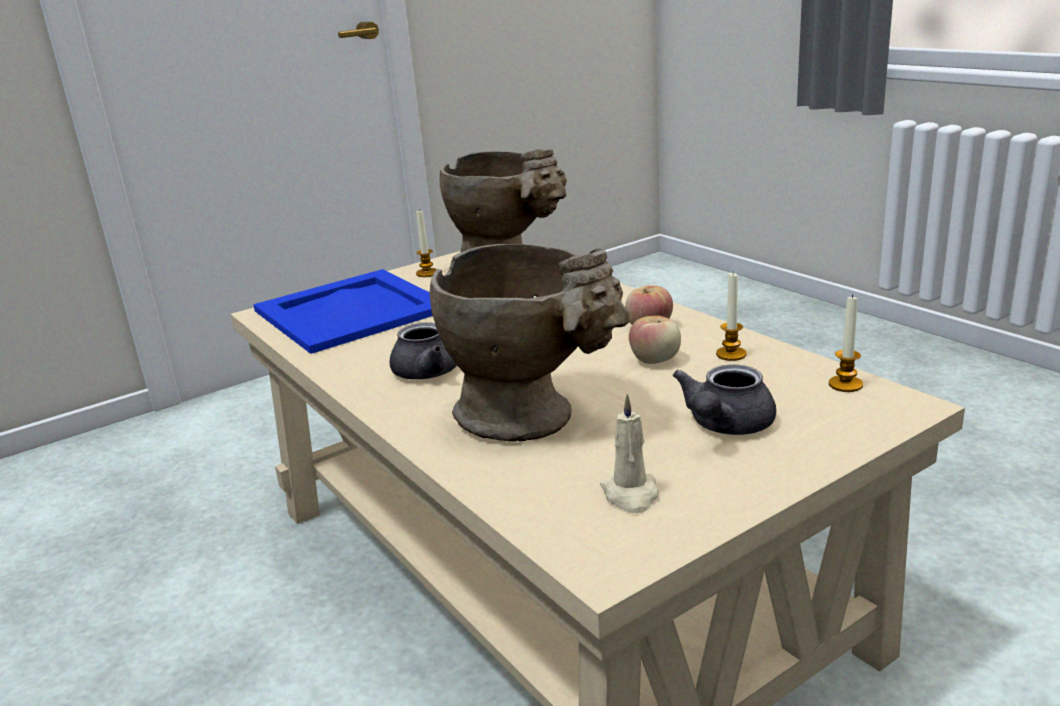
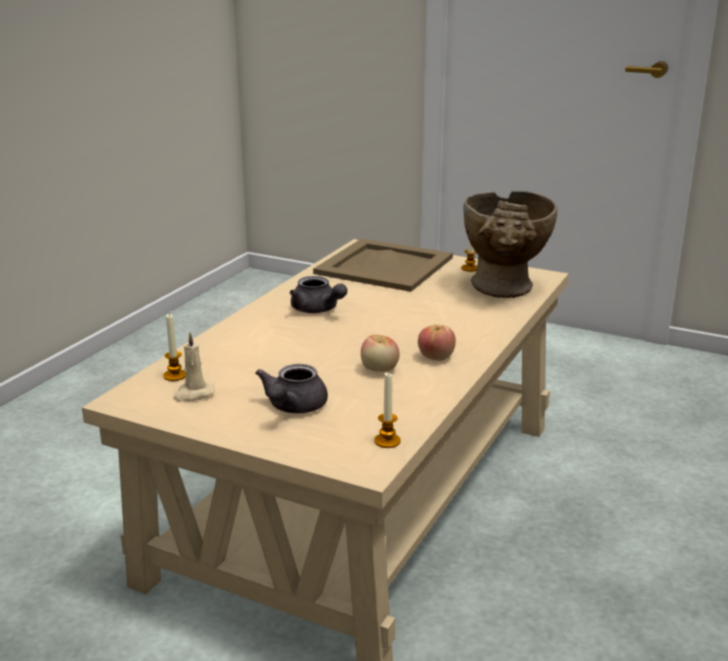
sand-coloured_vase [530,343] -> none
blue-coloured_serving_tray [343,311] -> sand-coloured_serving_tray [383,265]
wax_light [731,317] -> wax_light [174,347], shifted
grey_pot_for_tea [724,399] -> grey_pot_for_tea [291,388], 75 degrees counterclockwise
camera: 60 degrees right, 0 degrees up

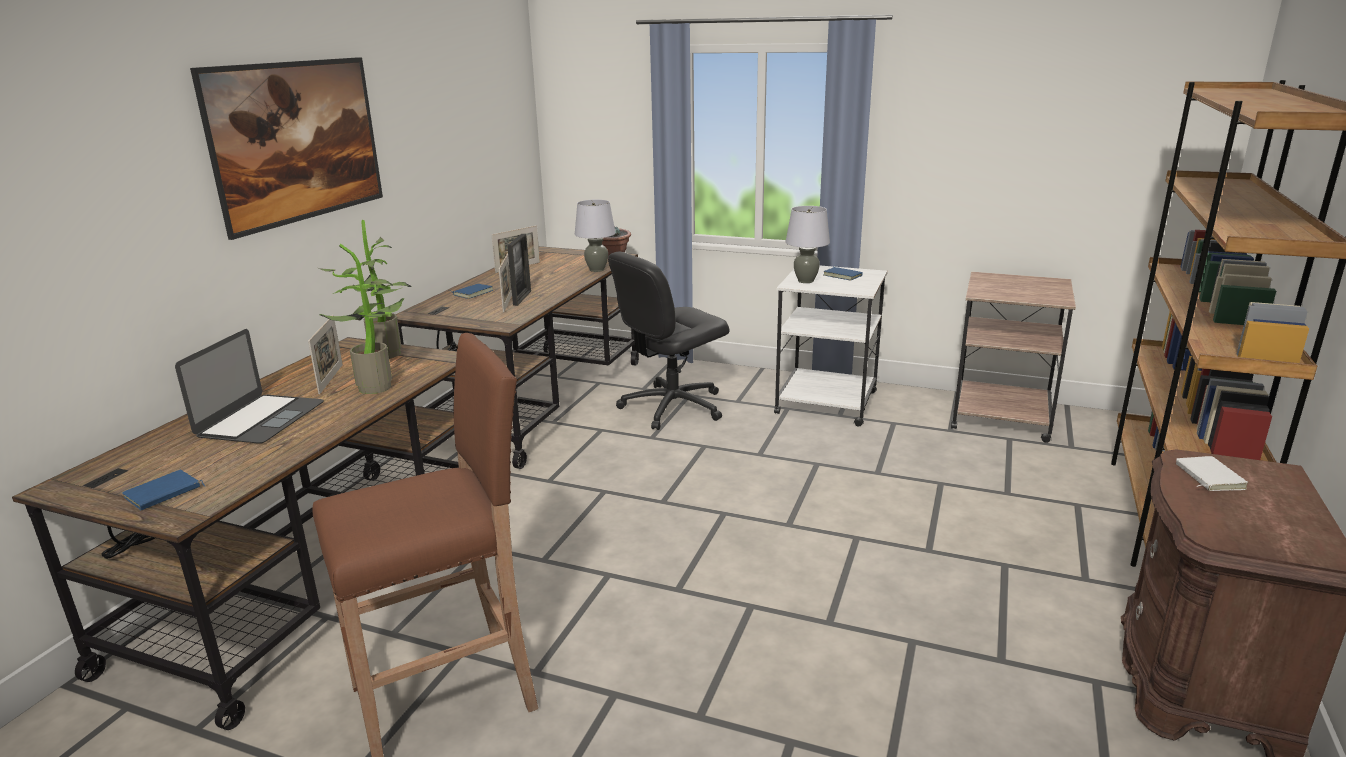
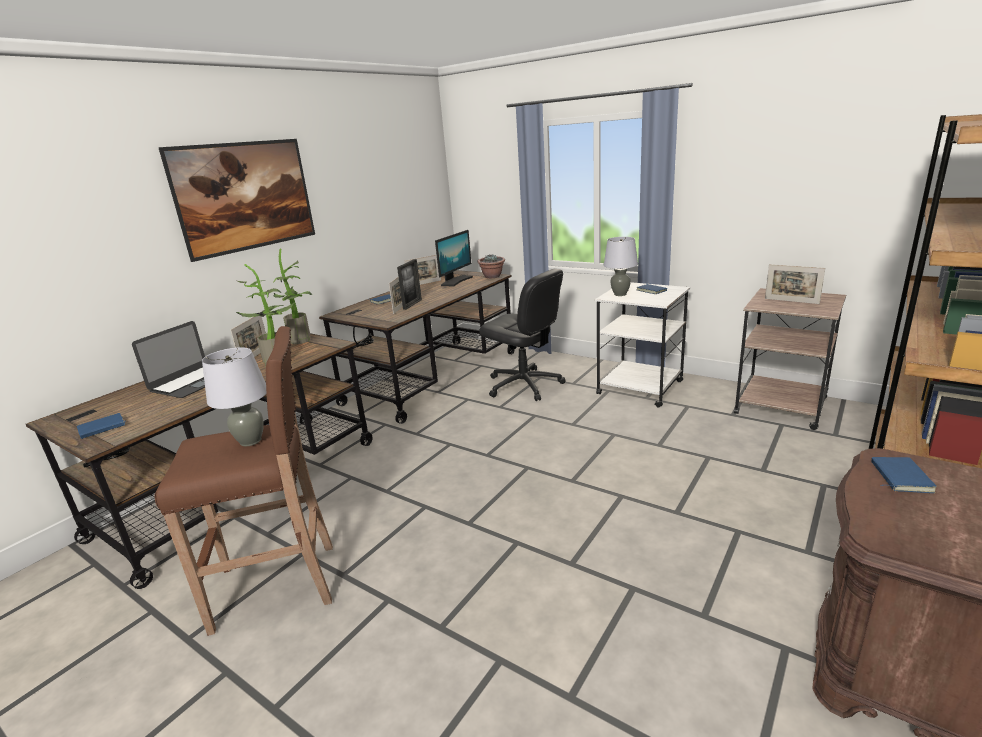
grey_table_lamp [595,236] -> grey_table_lamp [234,396], shifted
blackish_office_chair [669,341] -> blackish_office_chair [522,335], 120 degrees counterclockwise
white-coloured_book [1212,473] -> blue-coloured_book [904,475]
none -> computer_screen [454,258]
none -> standing_frame [795,284]
camera: 15 degrees right, 0 degrees up

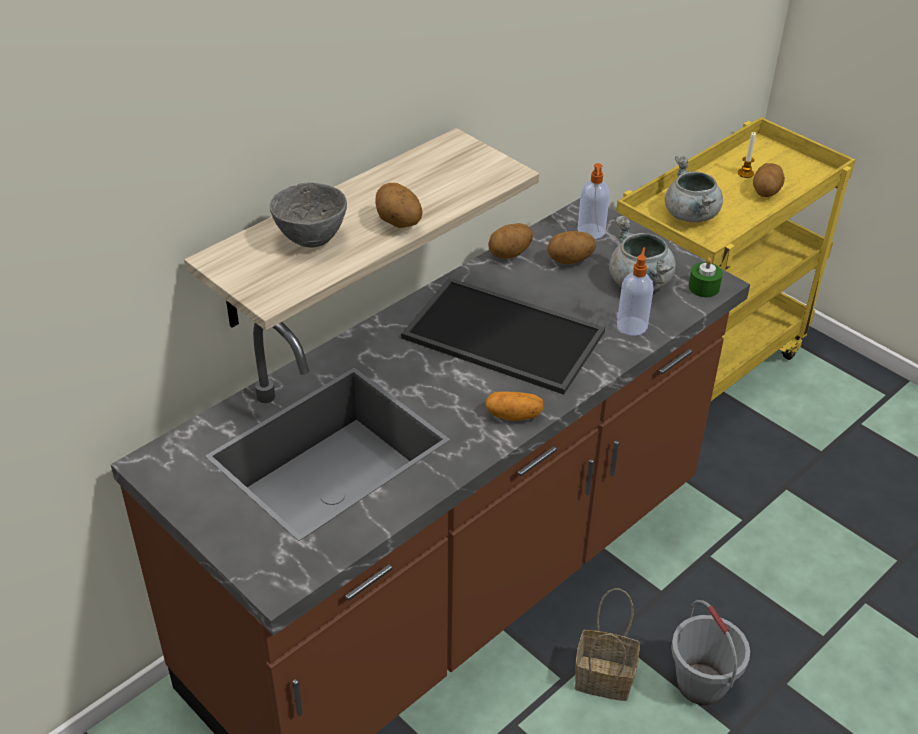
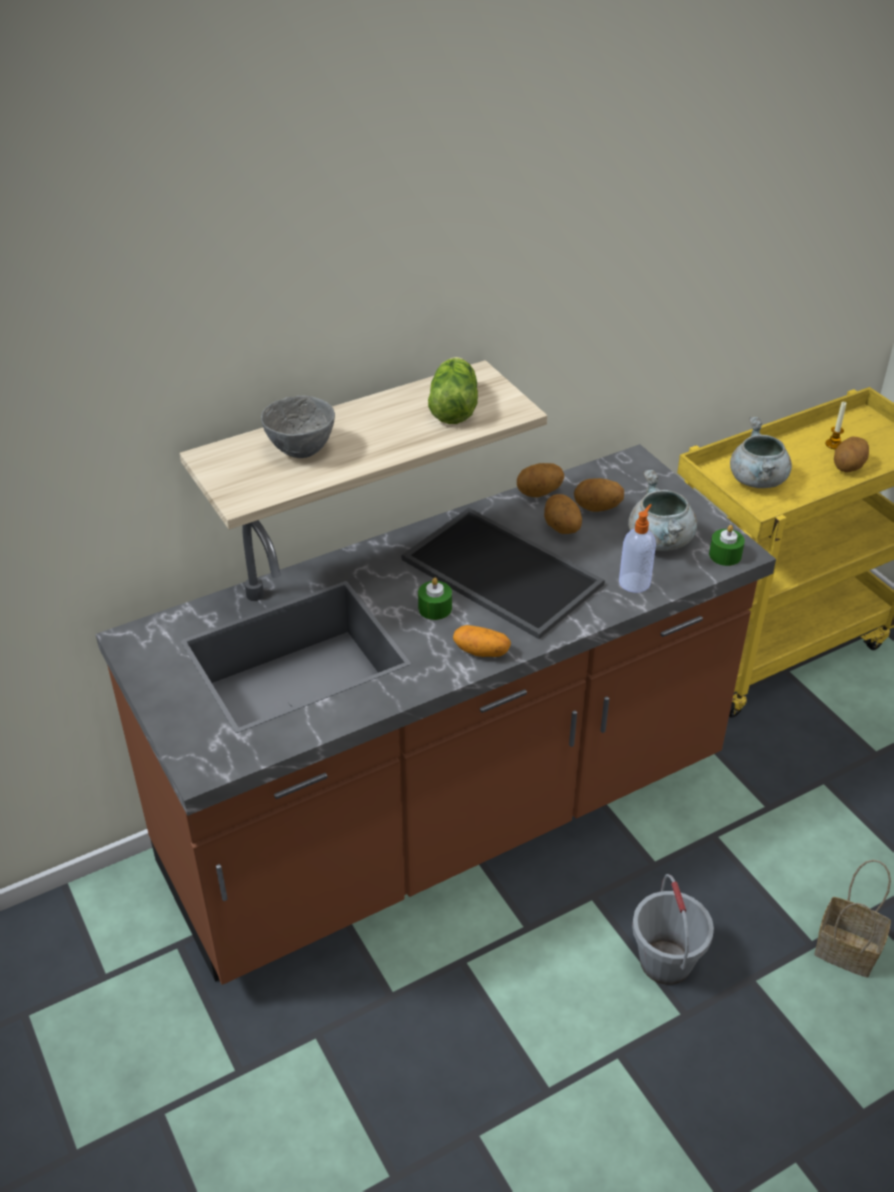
soap_bottle [593,201] -> none
spud [398,205] -> spud [563,514], shifted
basket [607,644] -> basket [852,918], shifted
none -> lettuce_head [453,390]
none -> greenish_wax_light [435,598]
camera: 15 degrees right, 0 degrees up

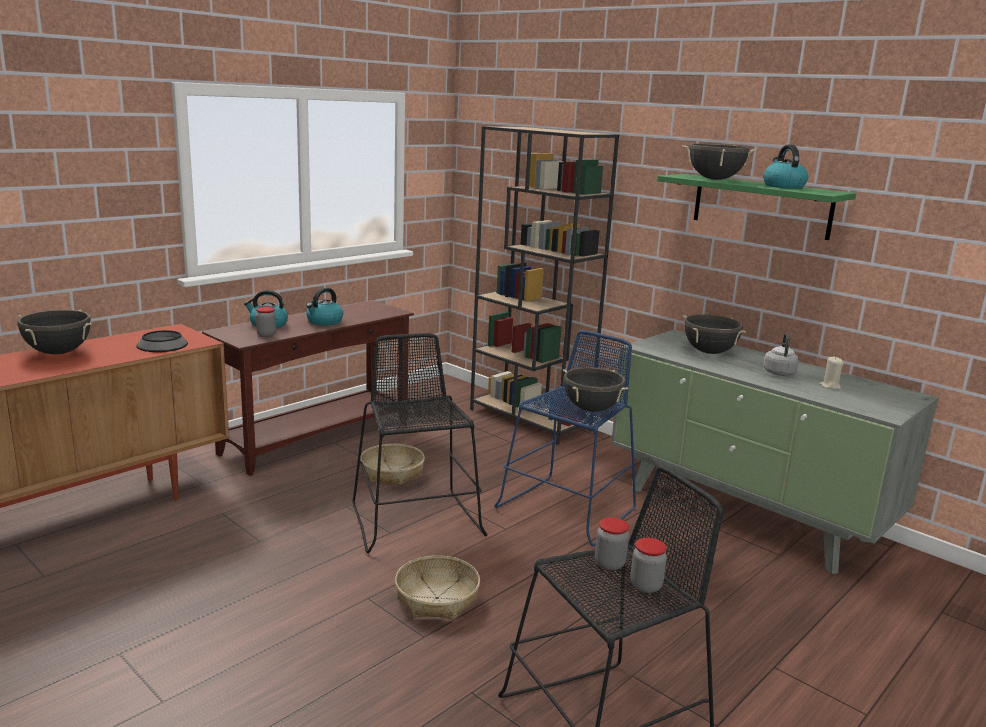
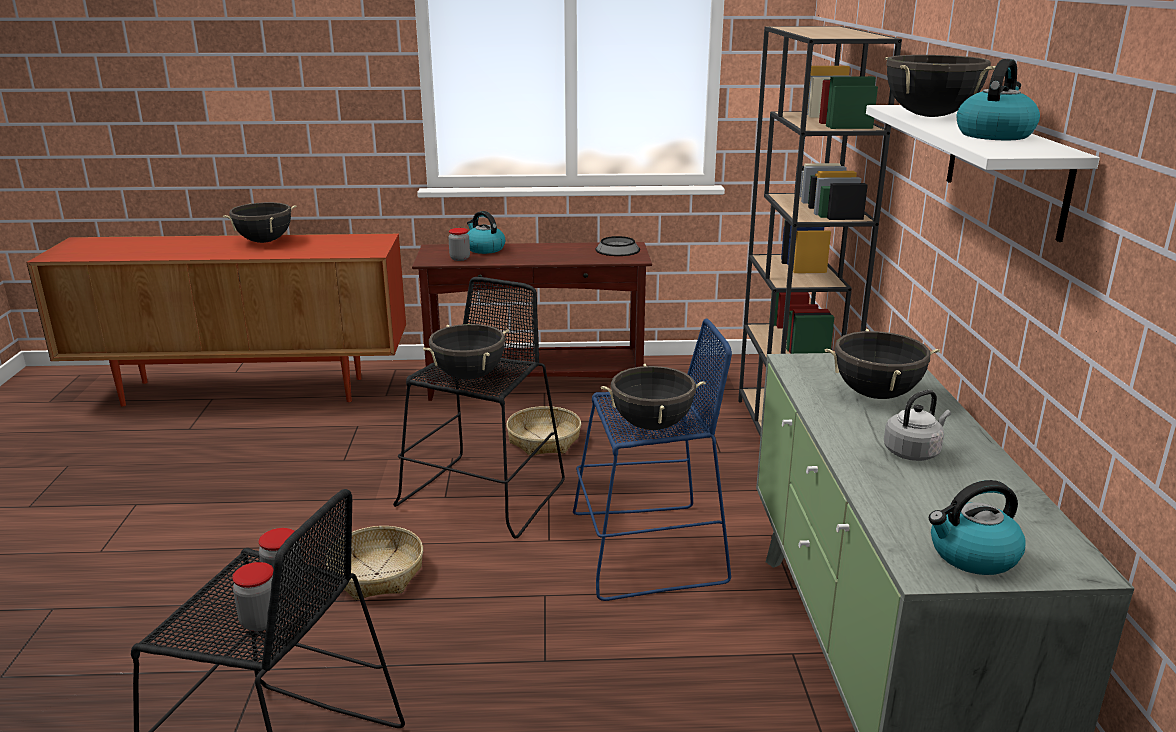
greenish_bracket_shelf [757,207] -> white-coloured_bracket_shelf [983,173]
tea_kettle [324,307] -> tea_kettle [977,527], shifted
bowl [162,341] -> bowl [617,246], shifted
sand-coloured_wax_light [832,373] -> none
none -> blackish_saucepot [466,352]
camera: 45 degrees right, 5 degrees up

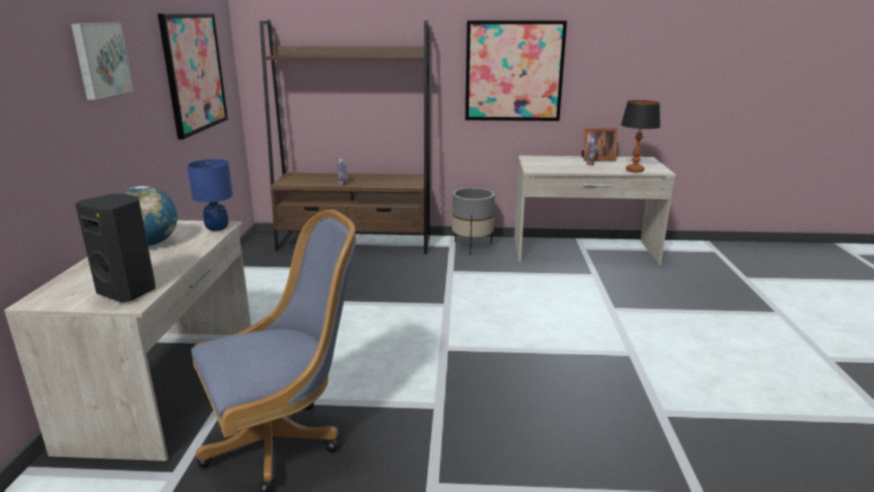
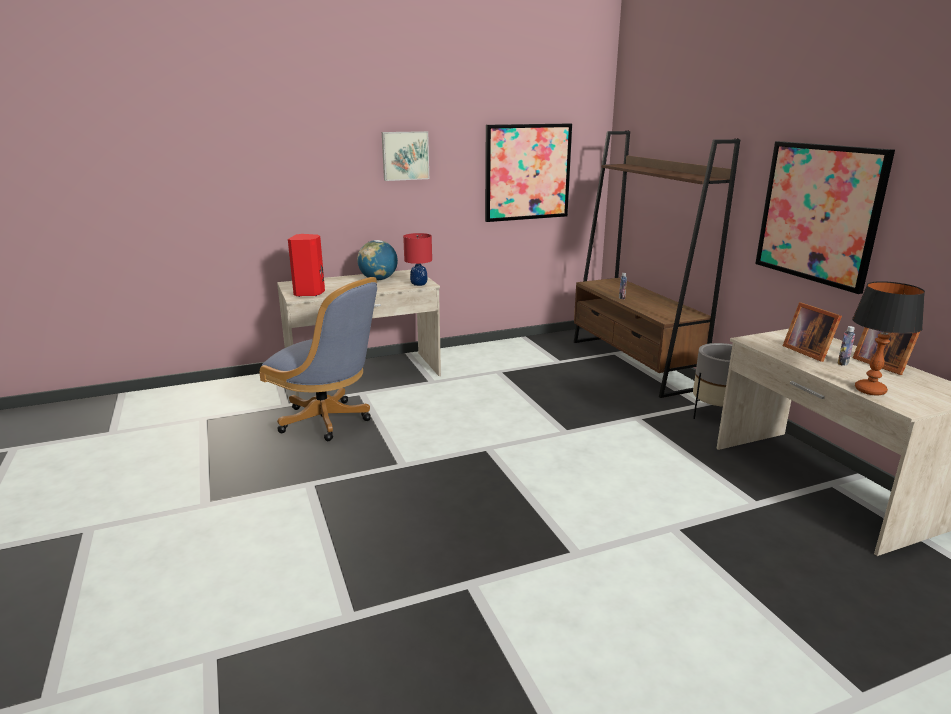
blue-coloured_table_lamp [210,195] -> red-coloured_table_lamp [417,259]
blackish_speaker [115,248] -> red-coloured_speaker [306,265]
none -> standing_frame [812,332]
camera: 65 degrees right, 0 degrees up

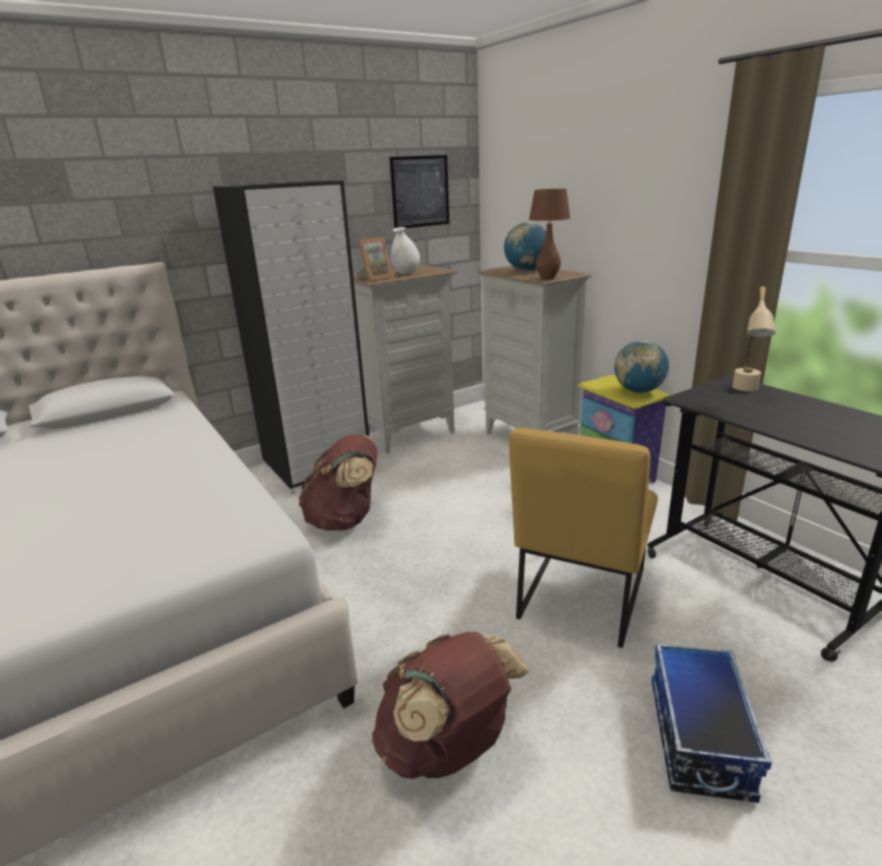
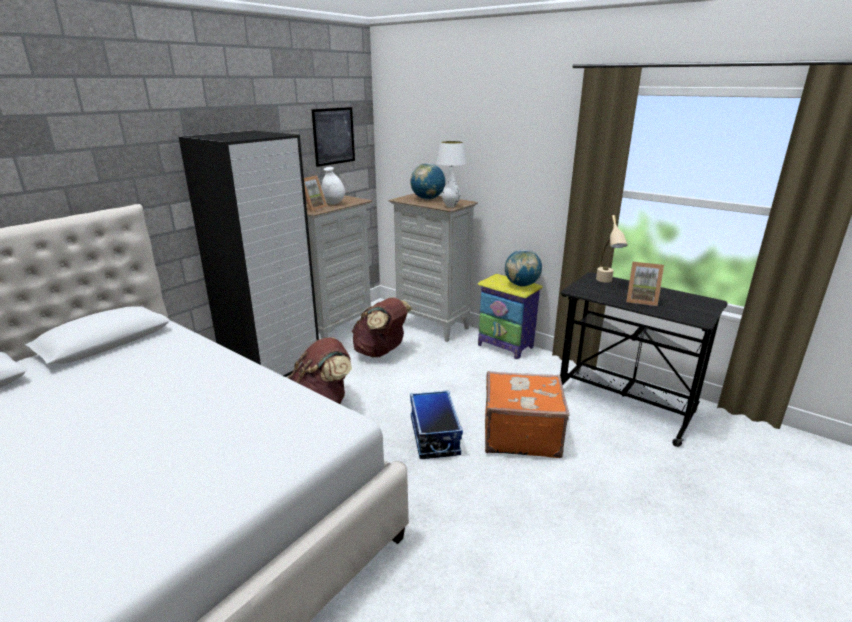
brown-coloured_table_lamp [549,234] -> white-coloured_table_lamp [452,174]
yellow_plain_chair [583,538] -> orange-coloured_suitcase [527,414]
brown-coloured_rucksack [451,705] -> brown-coloured_rucksack [382,327], shifted
storage_bin [712,723] -> storage_bin [436,424], shifted
none -> standing_frame [645,284]
camera: 20 degrees left, 0 degrees up

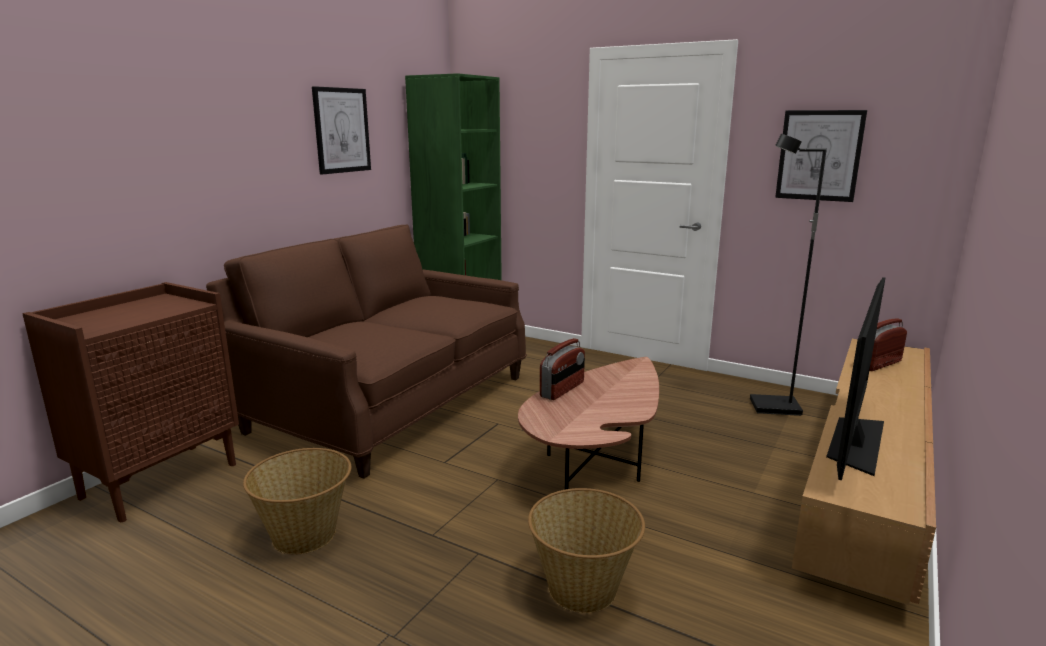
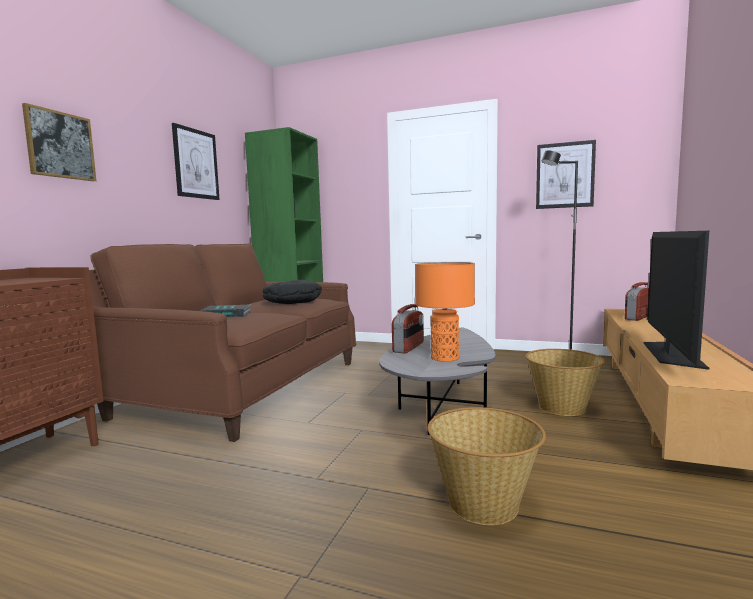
brown-coloured_coffee_table [588,423] -> grey_coffee_table [437,381]
basket [297,501] -> basket [565,382], shifted
none -> picture [59,142]
none -> orange-coloured_table_lamp [445,312]
none -> blackish_cushion [292,292]
none -> book [225,311]
camera: 10 degrees left, 10 degrees down

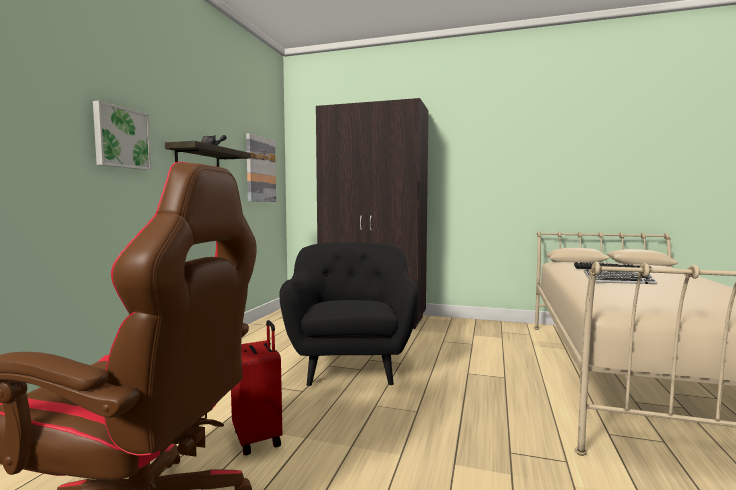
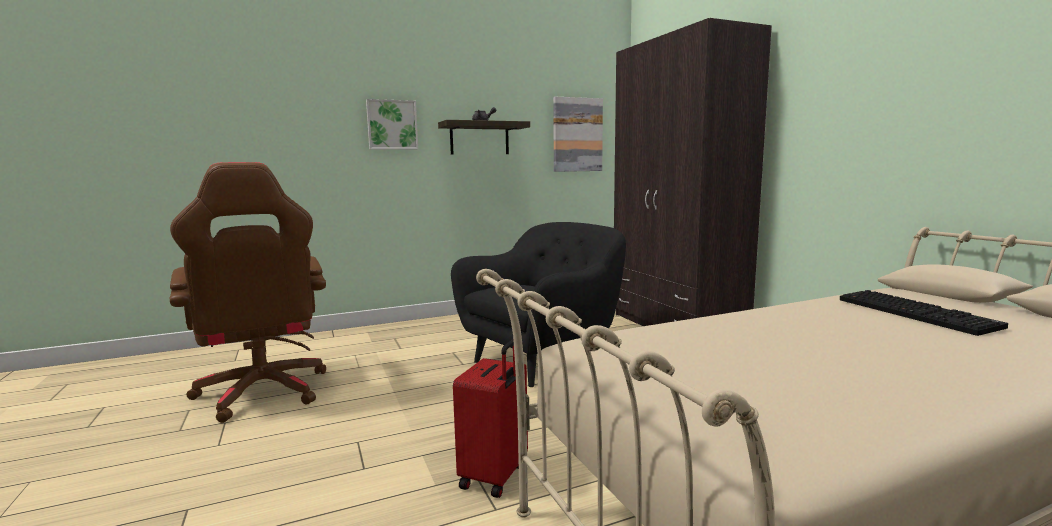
keyboard [620,276] -> none
red-coloured_suitcase [256,388] -> red-coloured_suitcase [490,418], shifted
camera: 50 degrees right, 5 degrees up

